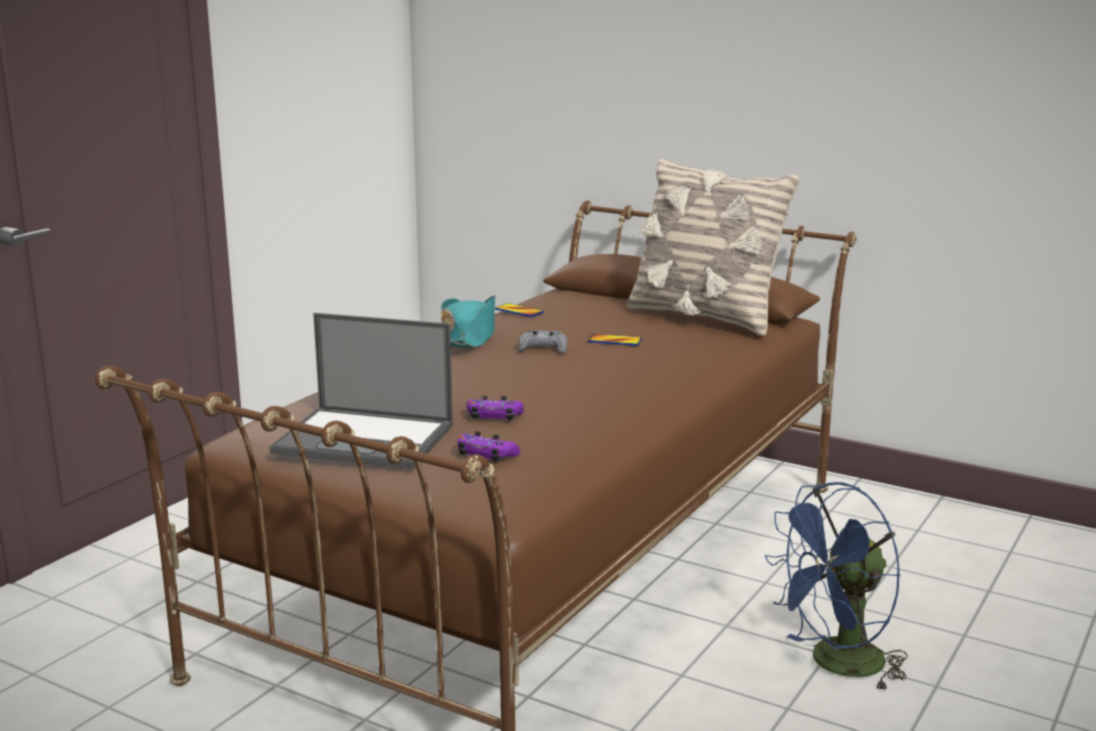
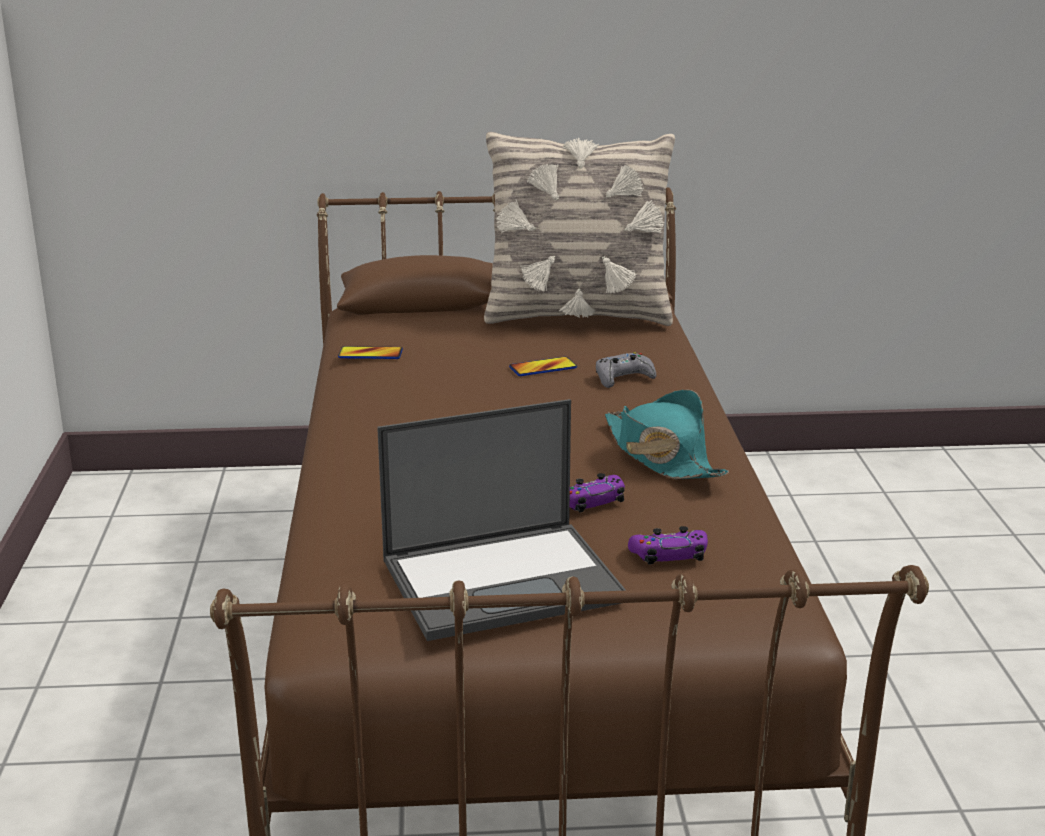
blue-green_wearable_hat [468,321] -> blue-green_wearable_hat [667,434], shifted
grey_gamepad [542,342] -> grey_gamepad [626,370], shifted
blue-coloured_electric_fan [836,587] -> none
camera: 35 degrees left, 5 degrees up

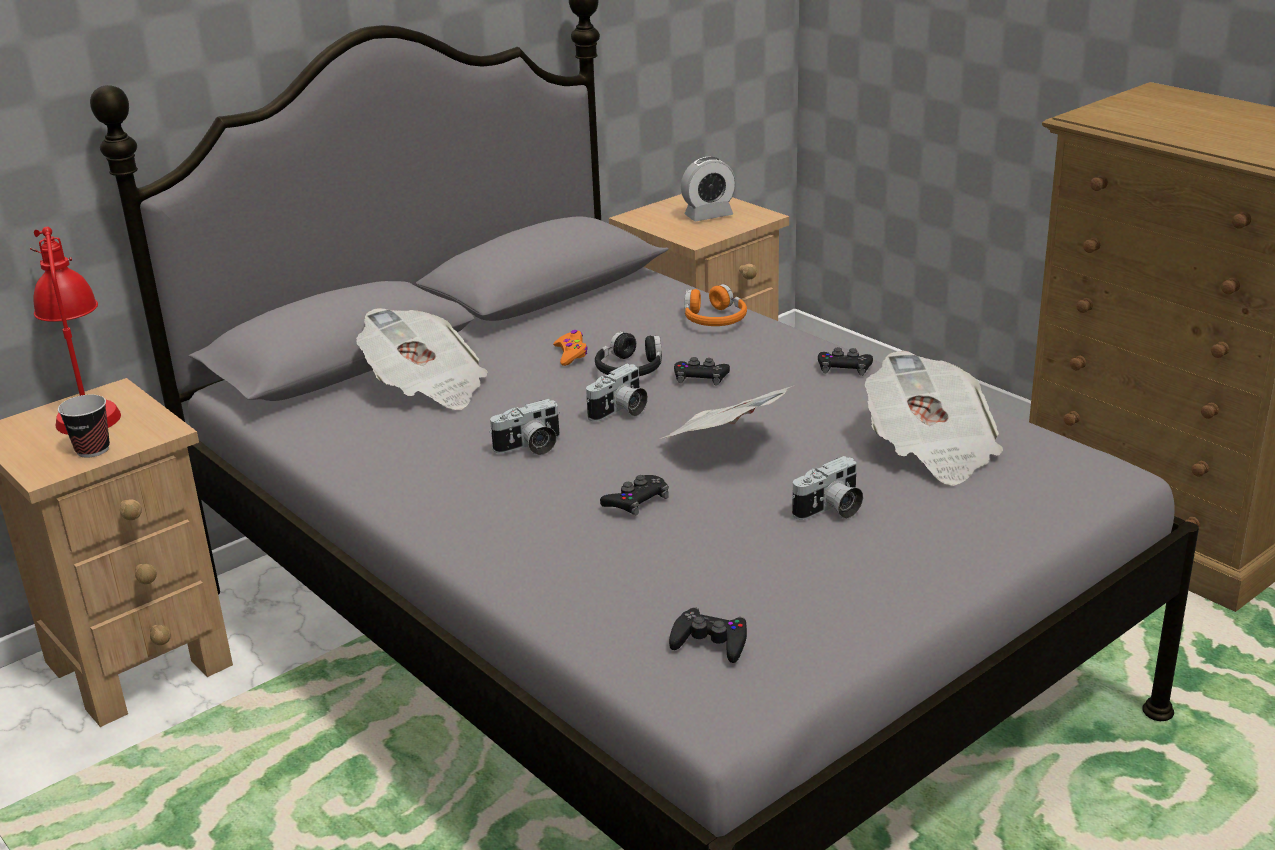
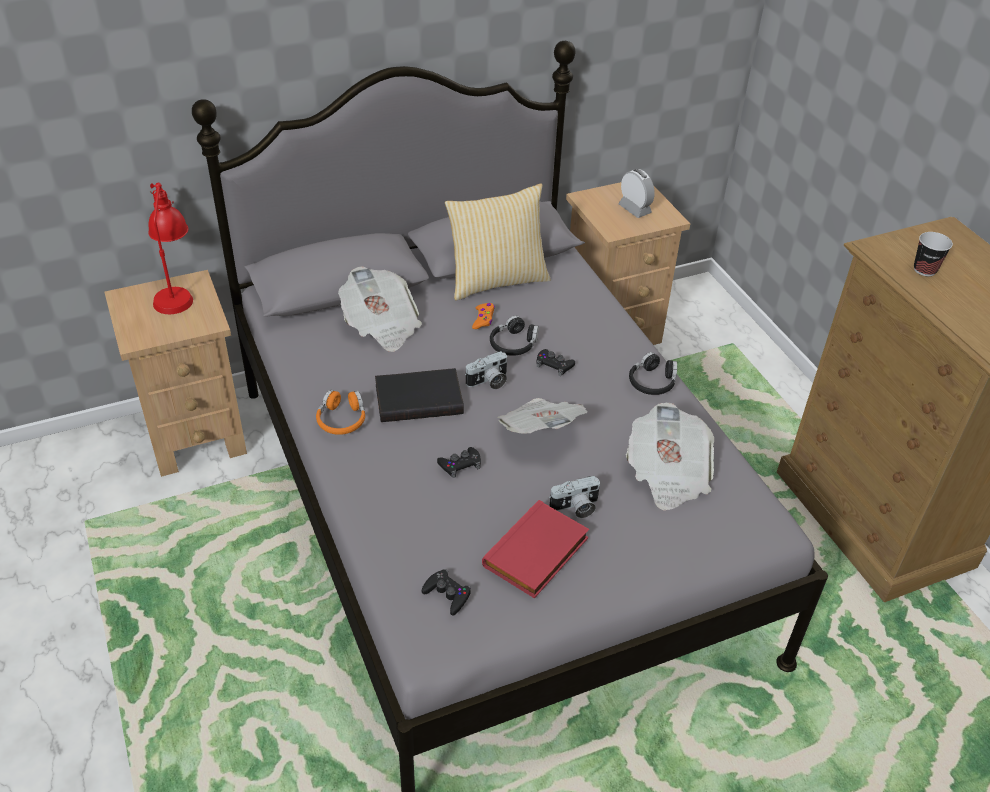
bedside_clock [708,189] -> bedside_clock [637,193], 120 degrees counterclockwise
orange-coloured_headphones [716,305] -> orange-coloured_headphones [340,412], shifted
blackish_gamepad [845,361] -> blackish_headphones [653,373]
small_cup [84,426] -> small_cup [933,254], shifted
photo_camera [524,427] -> blackish_book [419,395]
none -> cushion [498,241]
none -> red-coloured_book [535,549]
camera: 15 degrees right, 15 degrees up

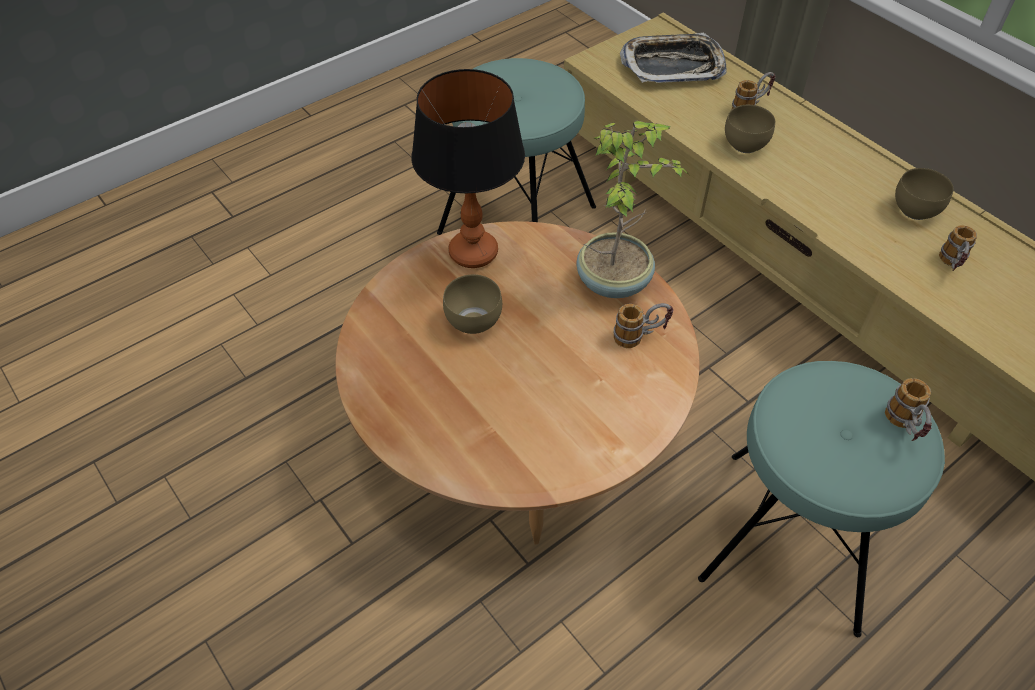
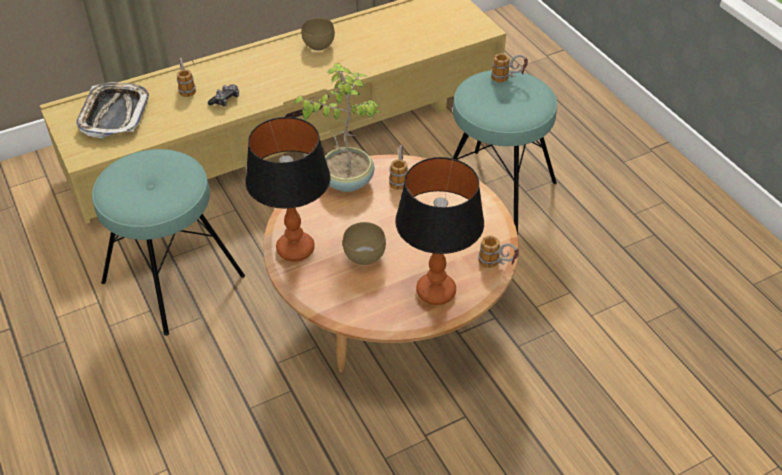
brown-coloured_bowl [750,129] -> gamepad [223,95]
tea_mug [958,248] -> tea_mug [498,252], shifted
none -> table_lamp [439,231]
camera: 80 degrees left, 5 degrees down

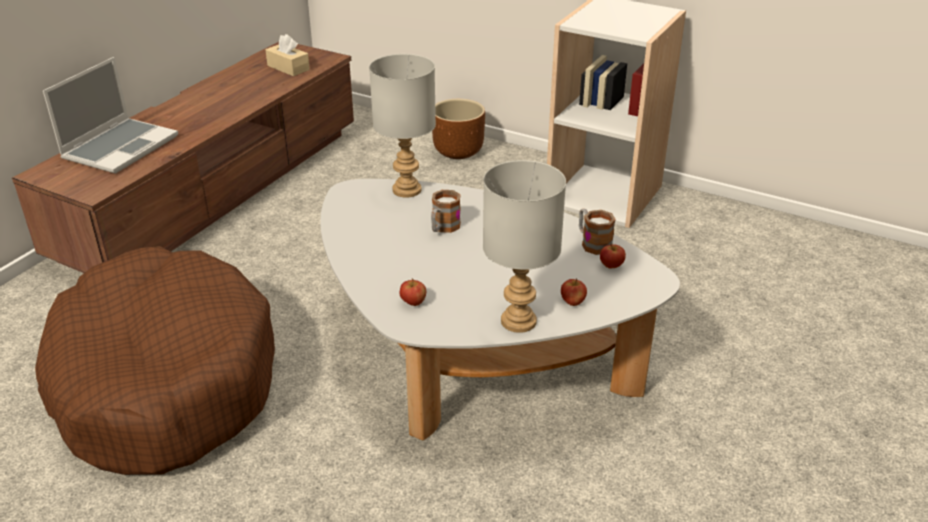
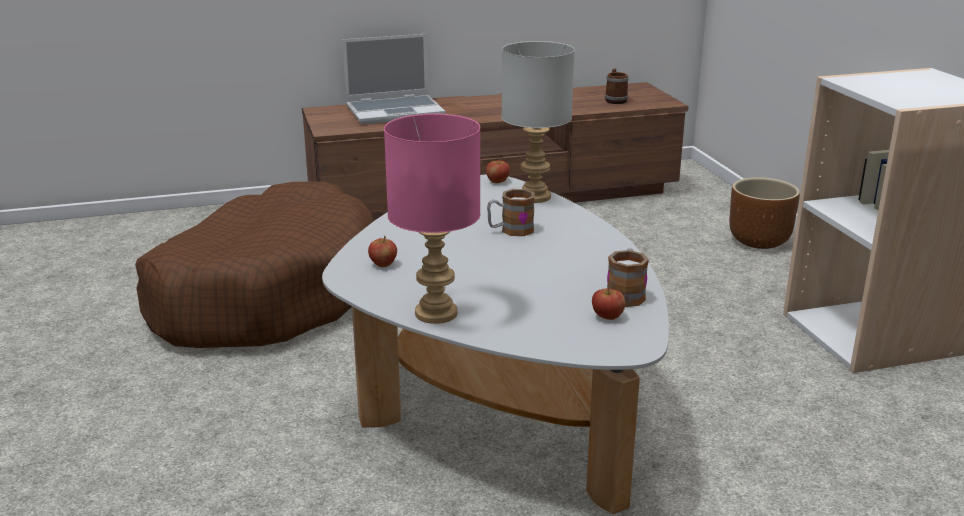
sand-coloured_tissue_box [287,55] -> tea_mug [616,86]
grey_table_lamp [524,246] -> pinkish_table_lamp [432,219]
apple [574,292] -> apple [498,171], shifted
camera: 45 degrees right, 10 degrees down

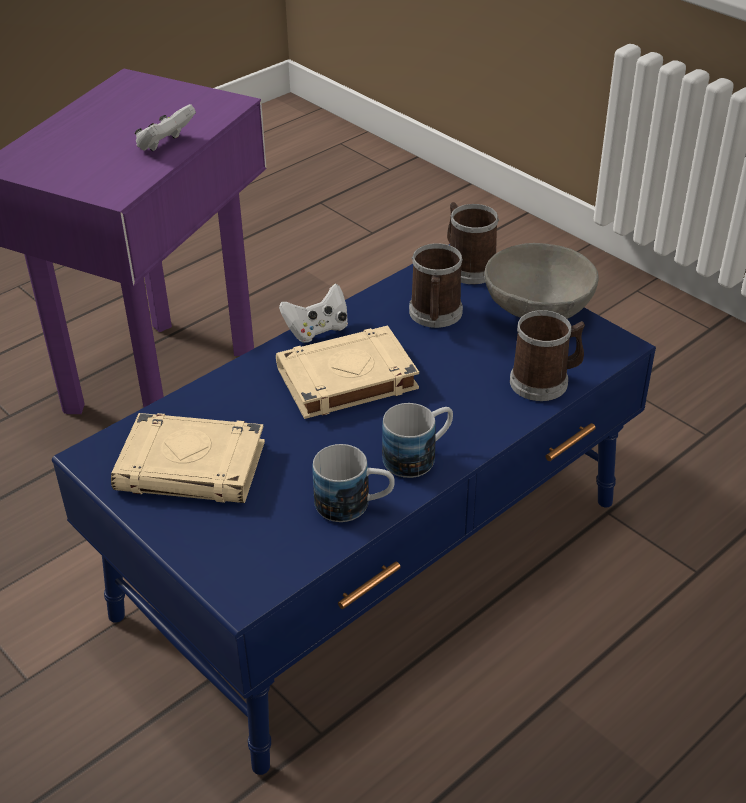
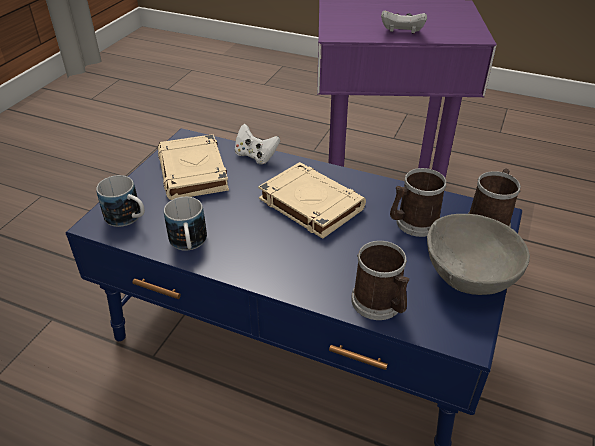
white-coloured_gamepad [313,313] -> white-coloured_gamepad [257,144], shifted
tea_mug [417,440] -> tea_mug [120,201], shifted
camera: 65 degrees right, 0 degrees up

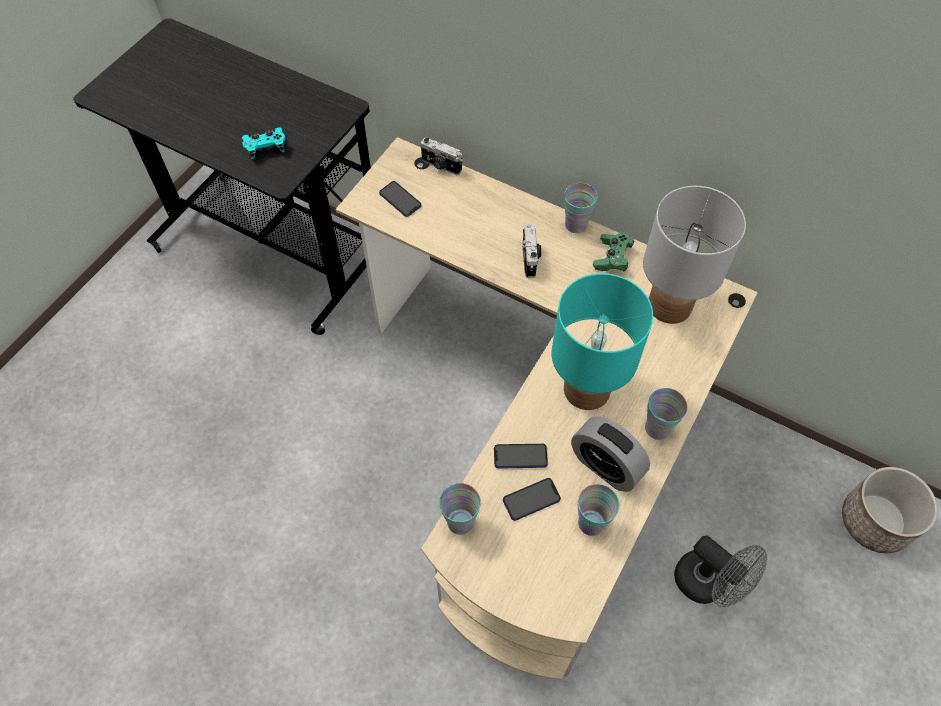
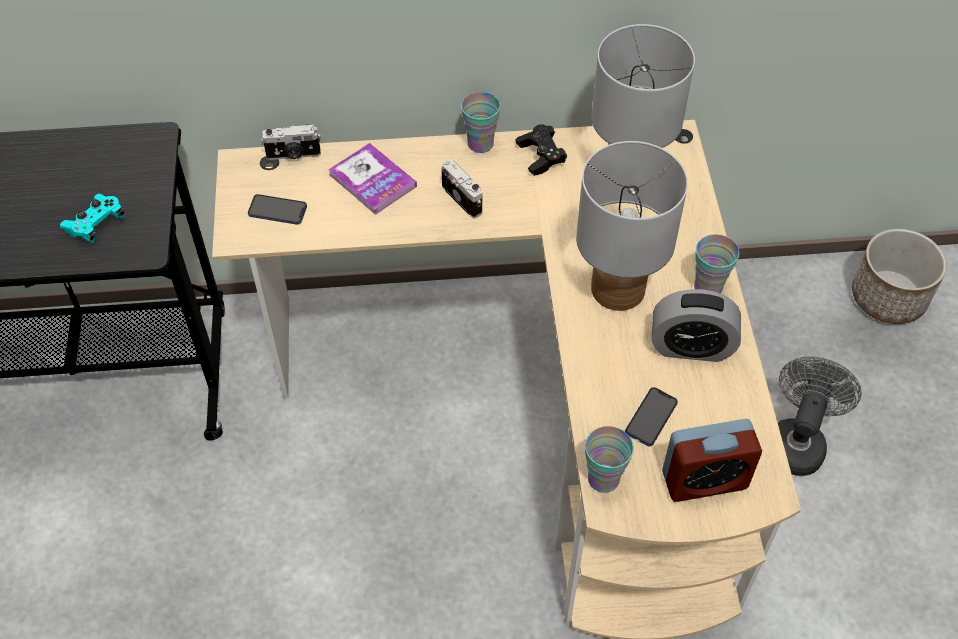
greenish_gamepad [613,252] -> blackish_gamepad [541,150]
blue-green_table_lamp [602,341] -> grey_table_lamp [632,226]
phone [521,456] -> none
small_cup [598,510] -> none
grey_electric_fan [720,571] -> grey_electric_fan [819,416], 75 degrees counterclockwise
none -> book [372,179]
none -> bedside_clock [712,460]
camera: 35 degrees left, 5 degrees down

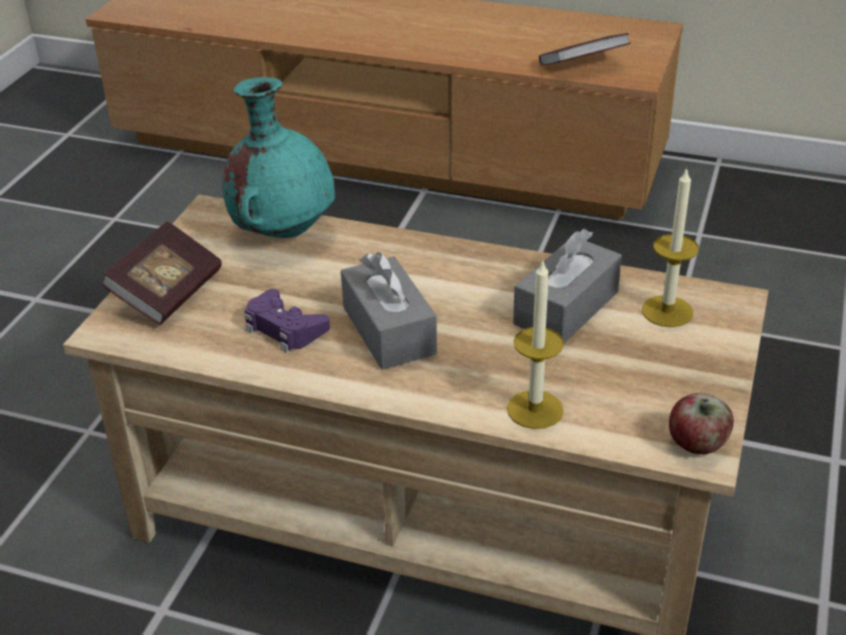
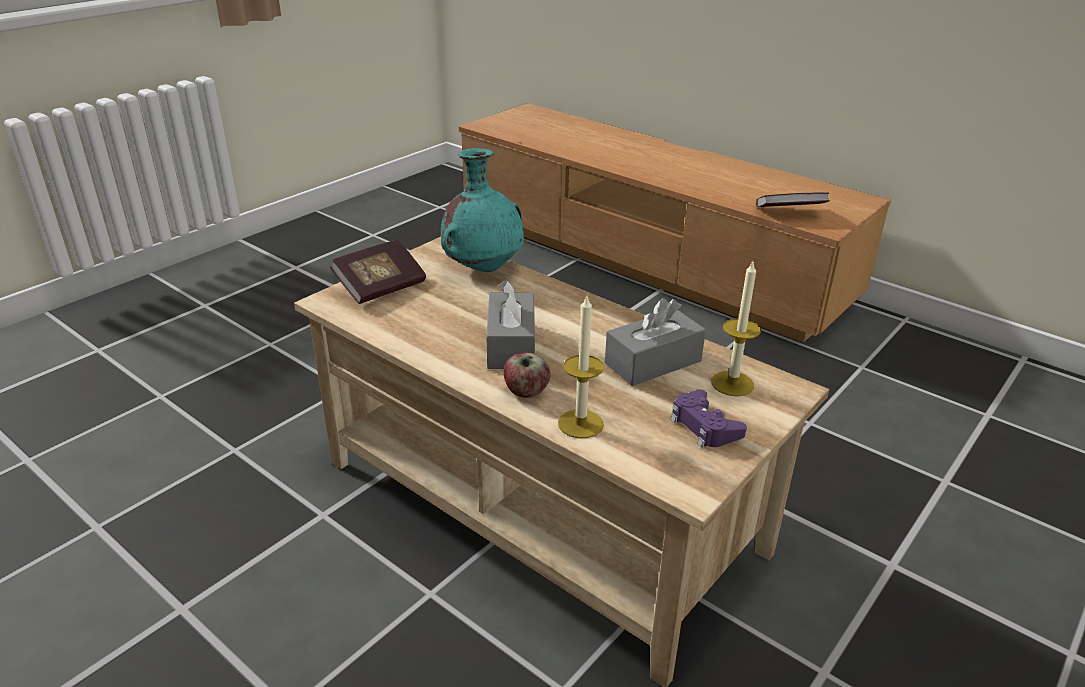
purple_gamepad [287,321] -> purple_gamepad [709,418], shifted
apple [701,423] -> apple [527,375], shifted
camera: 20 degrees right, 5 degrees down

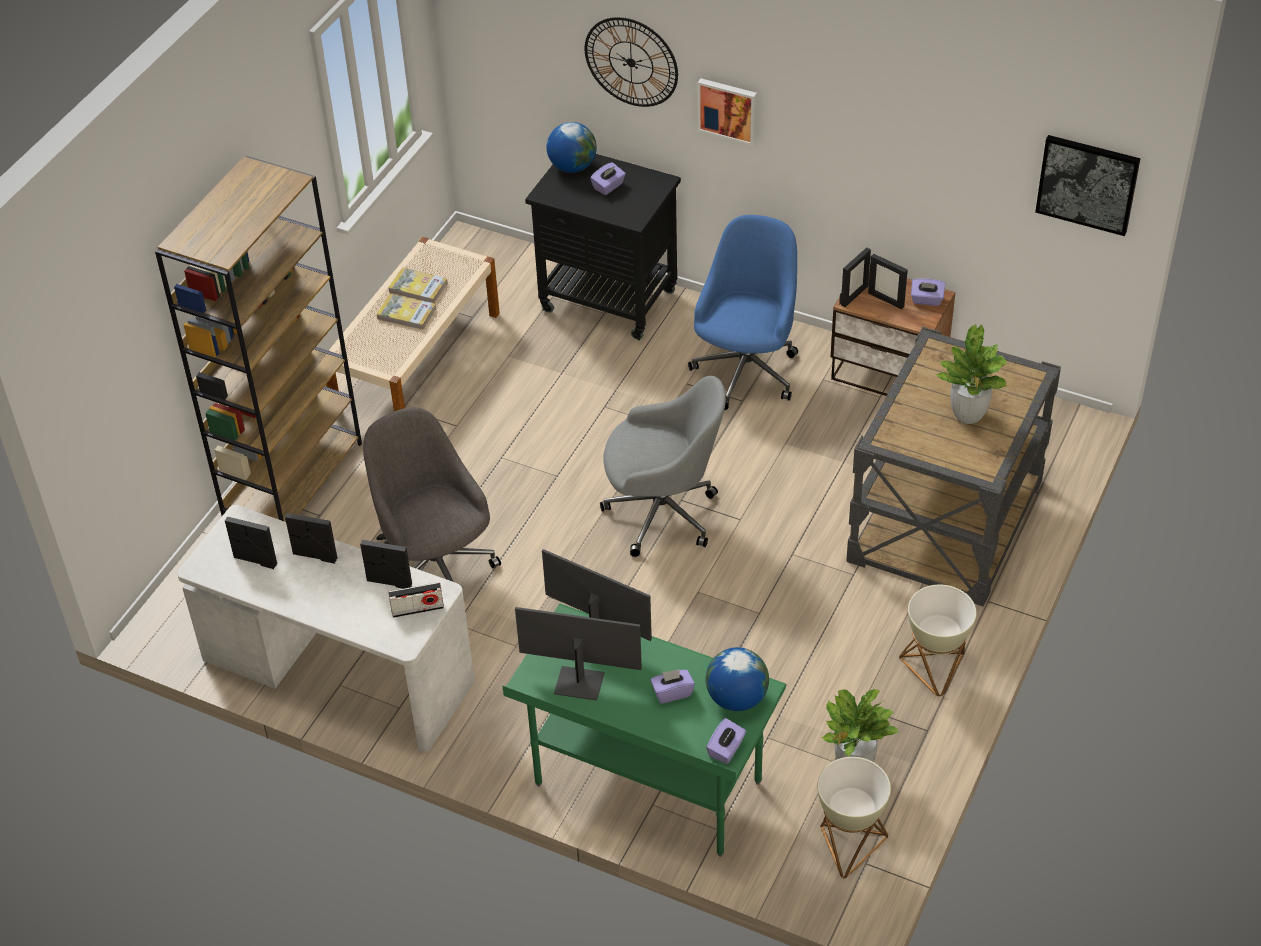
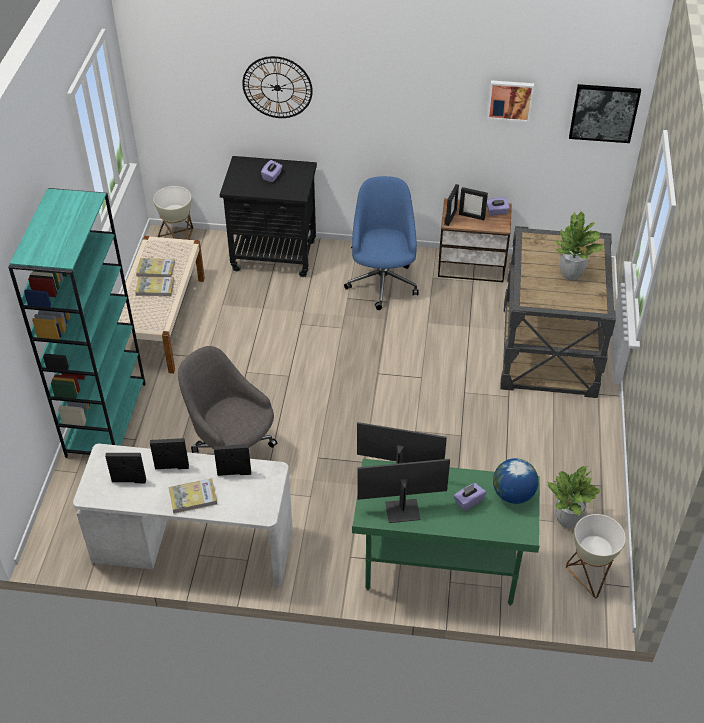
picture [727,112] -> picture [510,101], shifted
world_globe [571,147] -> none
brown-coloured_bookcase [258,339] -> blue-green_bookcase [77,323]
grey_office_chair [663,466] -> none
radio_receiver [416,600] -> none
planter [938,640] -> planter [173,213], shifted
purple_tissue_box [726,741] -> none
none -> book [193,496]
camera: 20 degrees left, 0 degrees up

